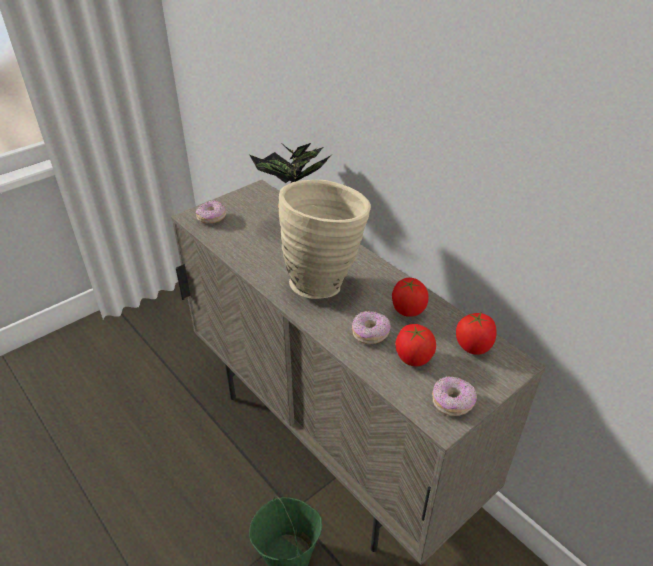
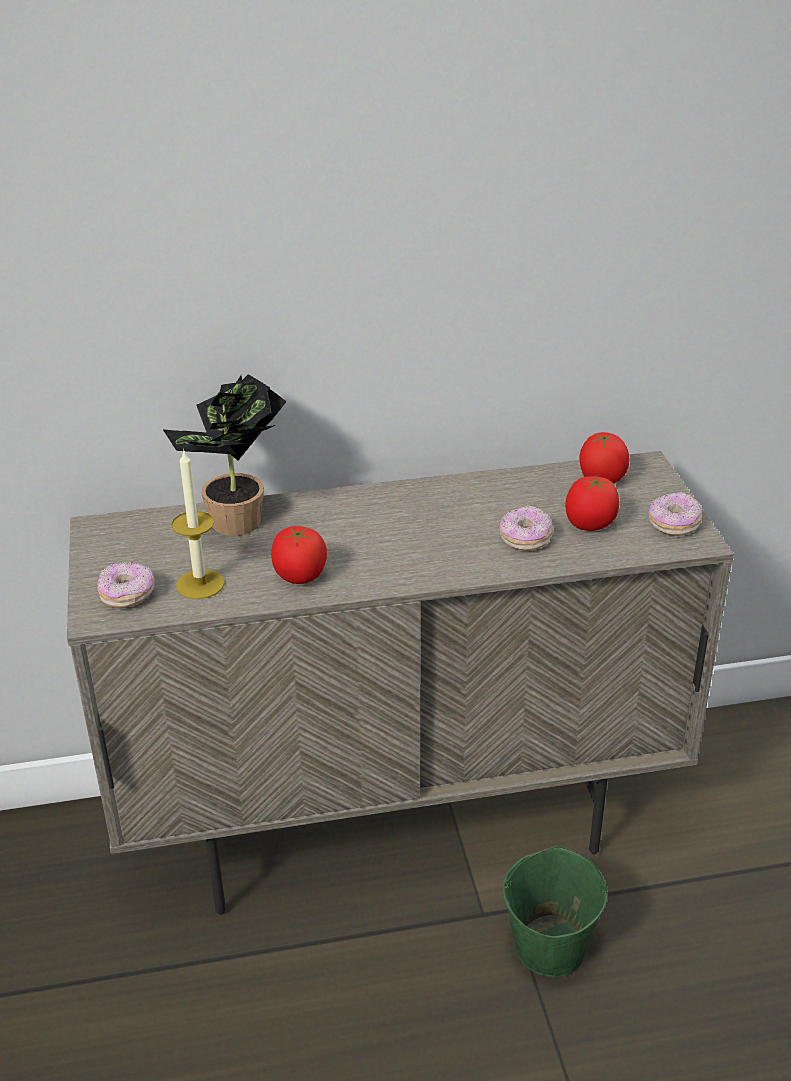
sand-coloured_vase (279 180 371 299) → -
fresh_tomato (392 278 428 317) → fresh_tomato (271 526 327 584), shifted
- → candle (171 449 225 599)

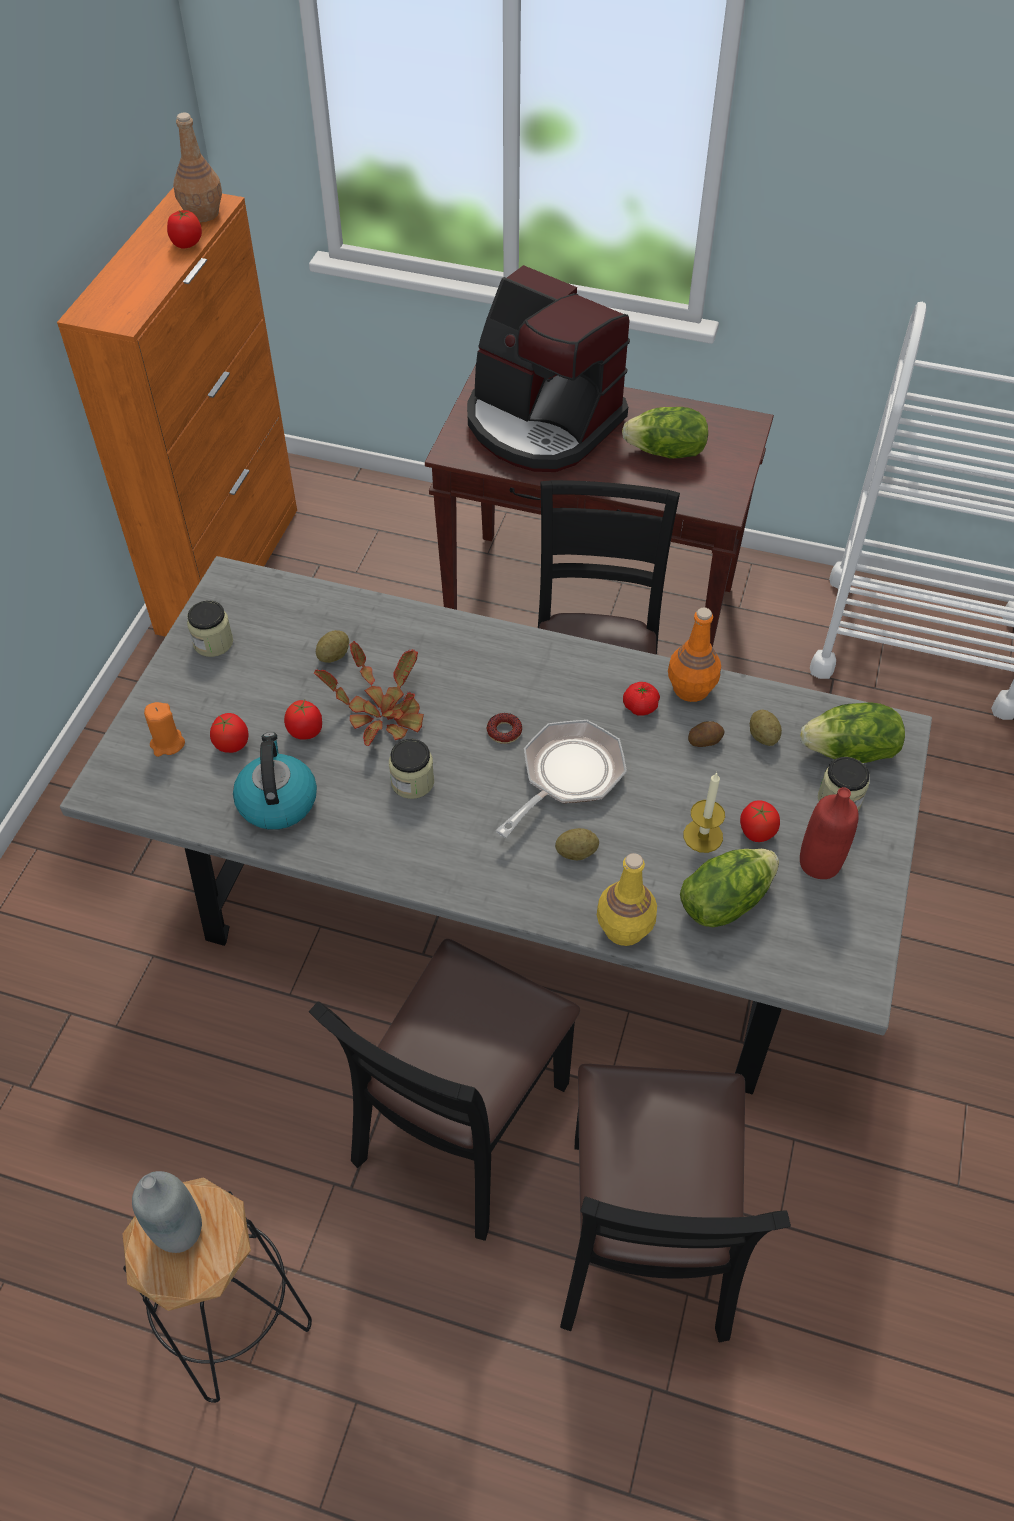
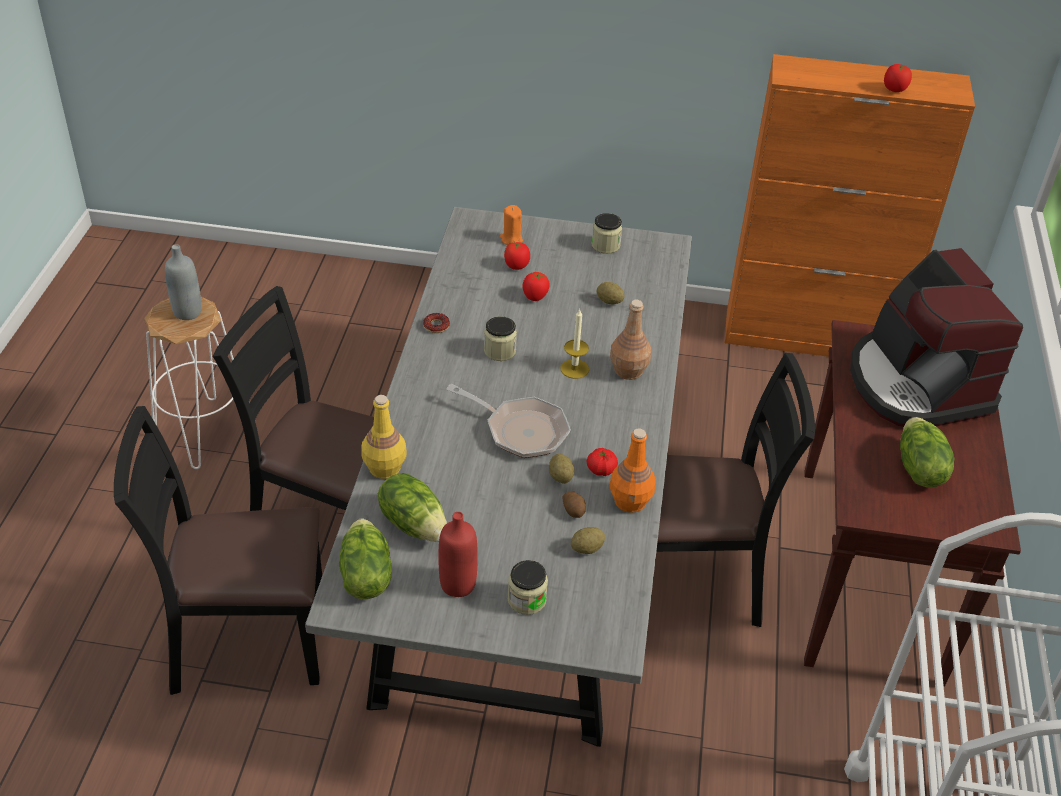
brownish_beverage_bottle (173 113 222 222) → brownish_beverage_bottle (610 300 651 380), shifted
coffee_maker (467 265 630 472) → coffee_maker (850 248 1023 427), 45 degrees counterclockwise
houseplant (314 641 424 746) → -
lettuce_head (800 702 905 763) → lettuce_head (339 518 392 599), shifted
doughnut (487 713 522 744) → doughnut (423 313 450 333), shifted
kettle (233 732 317 830) → -
candle (683 772 725 853) → candle (560 309 589 379), shifted
fresh_tomato (740 800 780 842) → -
spud (555 828 599 861) → spud (549 454 575 484), shifted
blackish_stool (122 1177 312 1403) → white_stool (144 297 234 469)

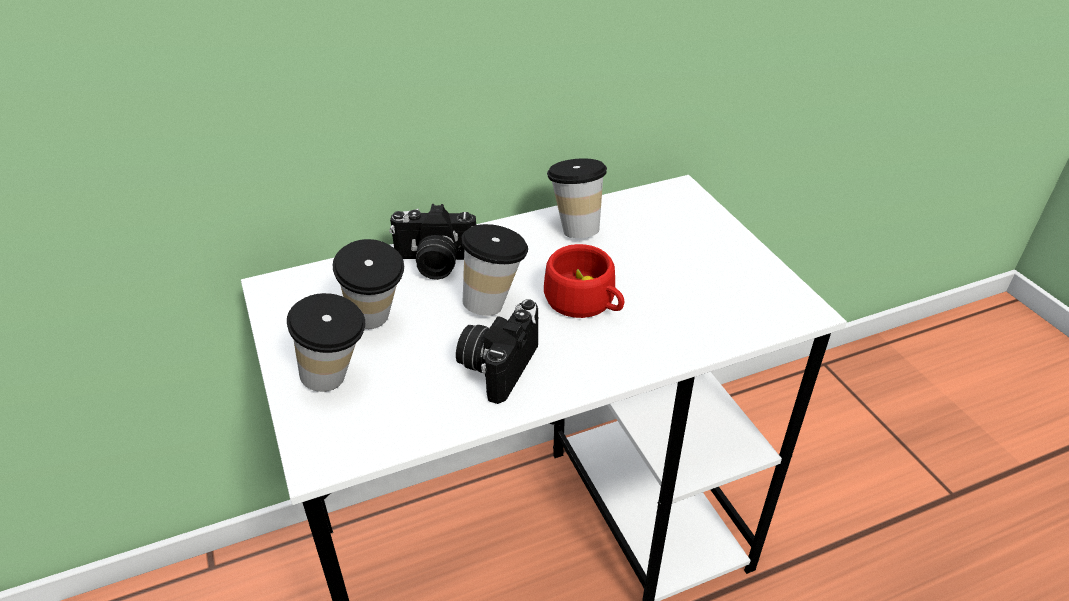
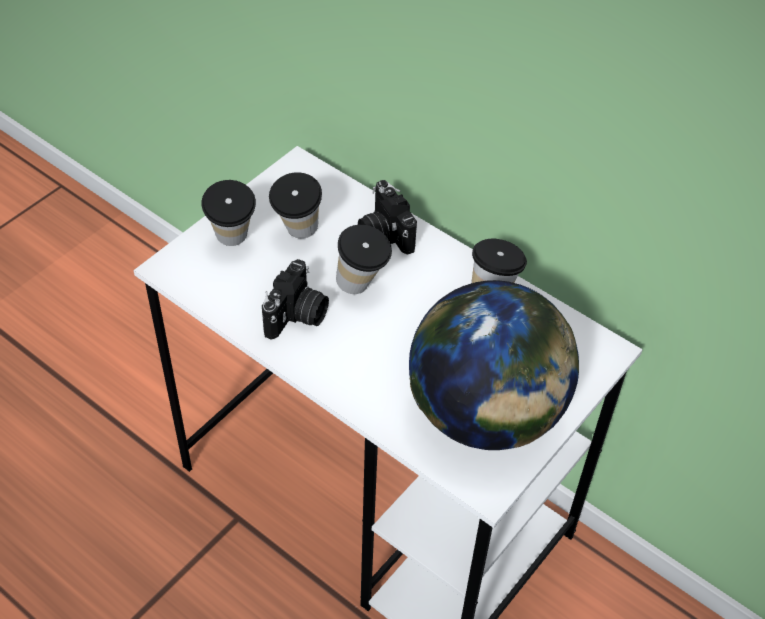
reddish_drinking_cup (544 244 624 318) → -
still_camera (456 299 538 404) → still_camera (262 259 329 340), 120 degrees clockwise
- → globe (409 280 579 450)

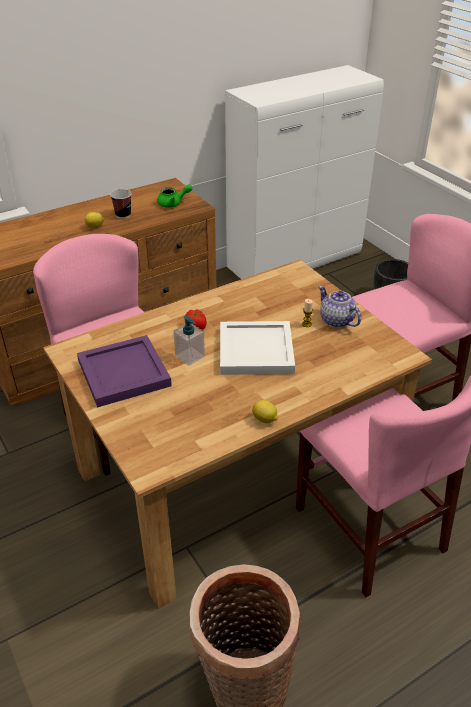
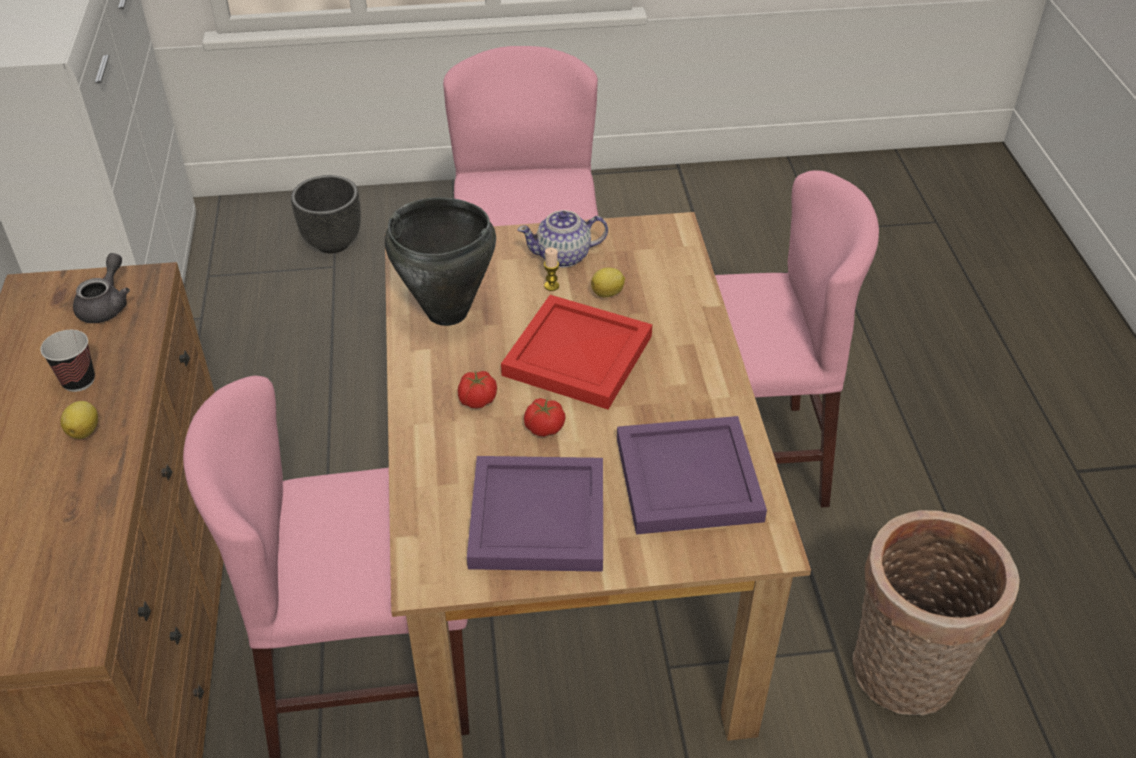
greenish_teapot (157 184 193 208) → greyish_teapot (73 253 130 323)
soap_dispenser (174 316 205 366) → fresh_tomato (524 398 566 437)
white_tray (220 321 295 375) → reddish_tray (501 295 652 409)
whole_lemon (252 400 277 423) → whole_lemon (591 268 625 297), shifted
- → blackish_stockpot (385 197 496 326)
- → purple_tray (617 416 767 535)

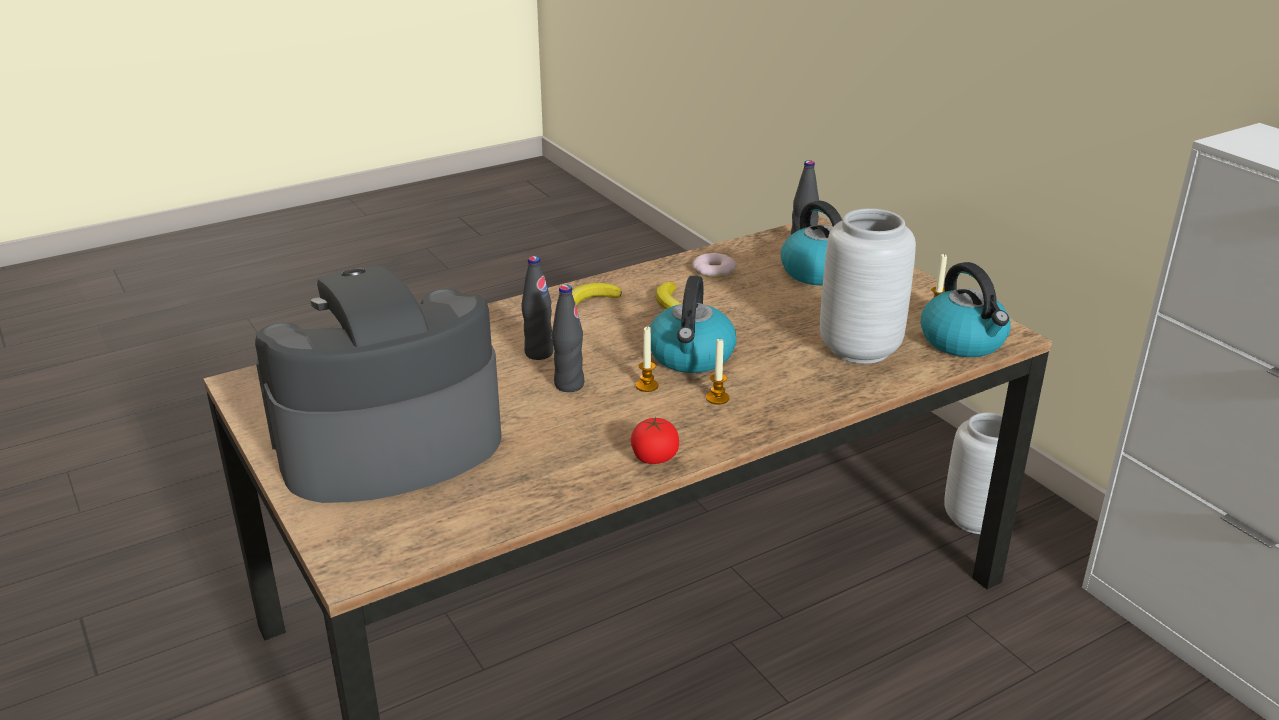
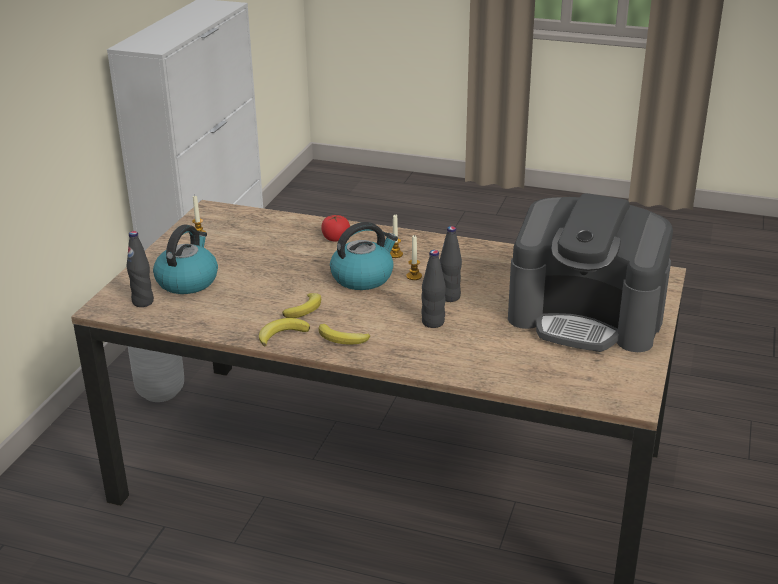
greyish_vase (820 208 916 364) → -
doughnut (692 253 737 278) → -
kettle (921 262 1010 357) → -
fresh_tomato (631 416 679 464) → fresh_tomato (321 215 350 242), shifted
- → banana (259 318 310 346)

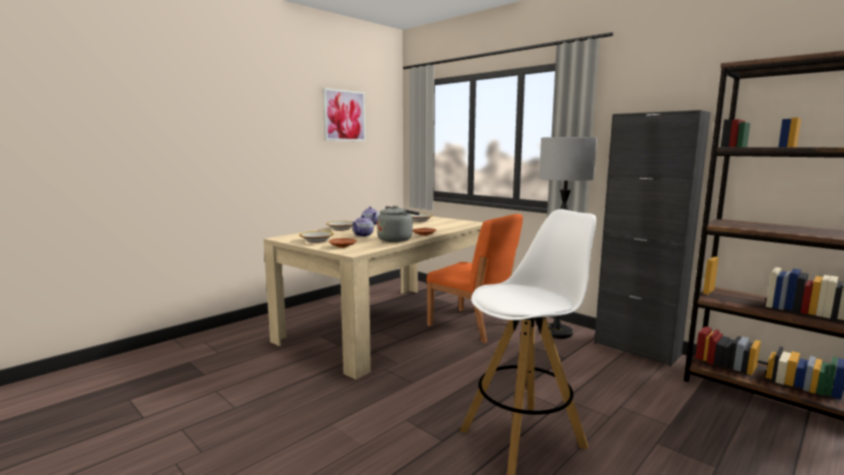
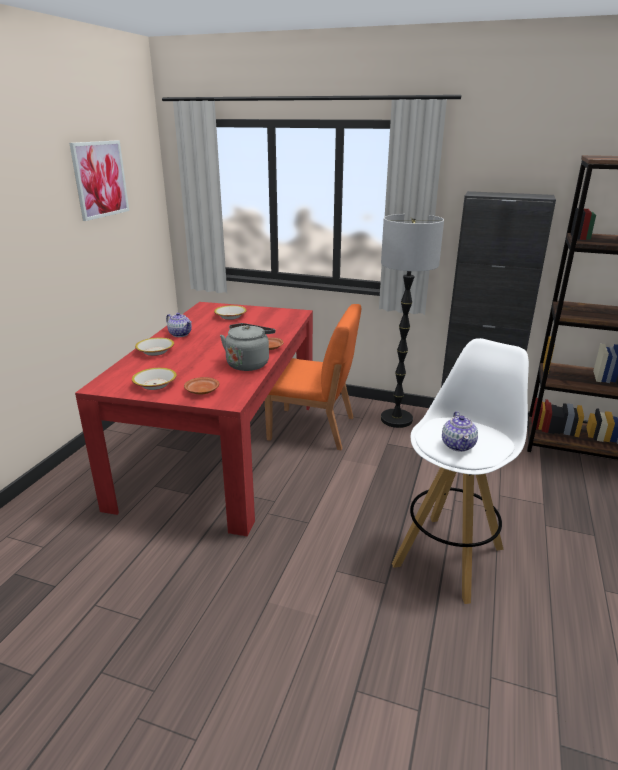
teapot (352 215 374 237) → teapot (442 411 478 452), shifted
sand-coloured_dinner_table (263 216 483 379) → reddish_dinner_table (75 302 313 537)

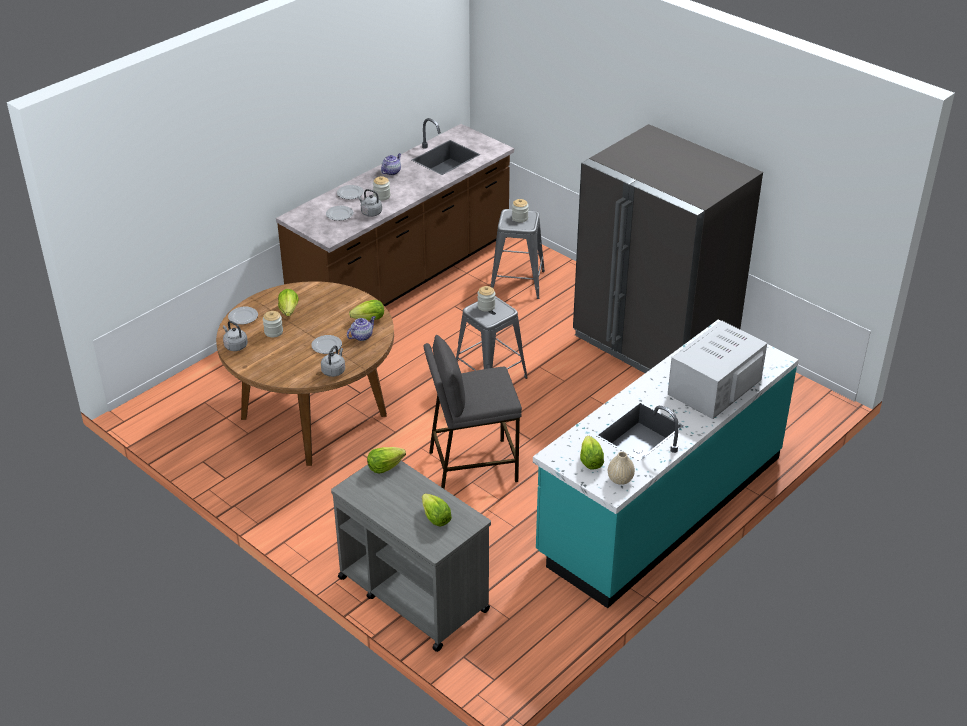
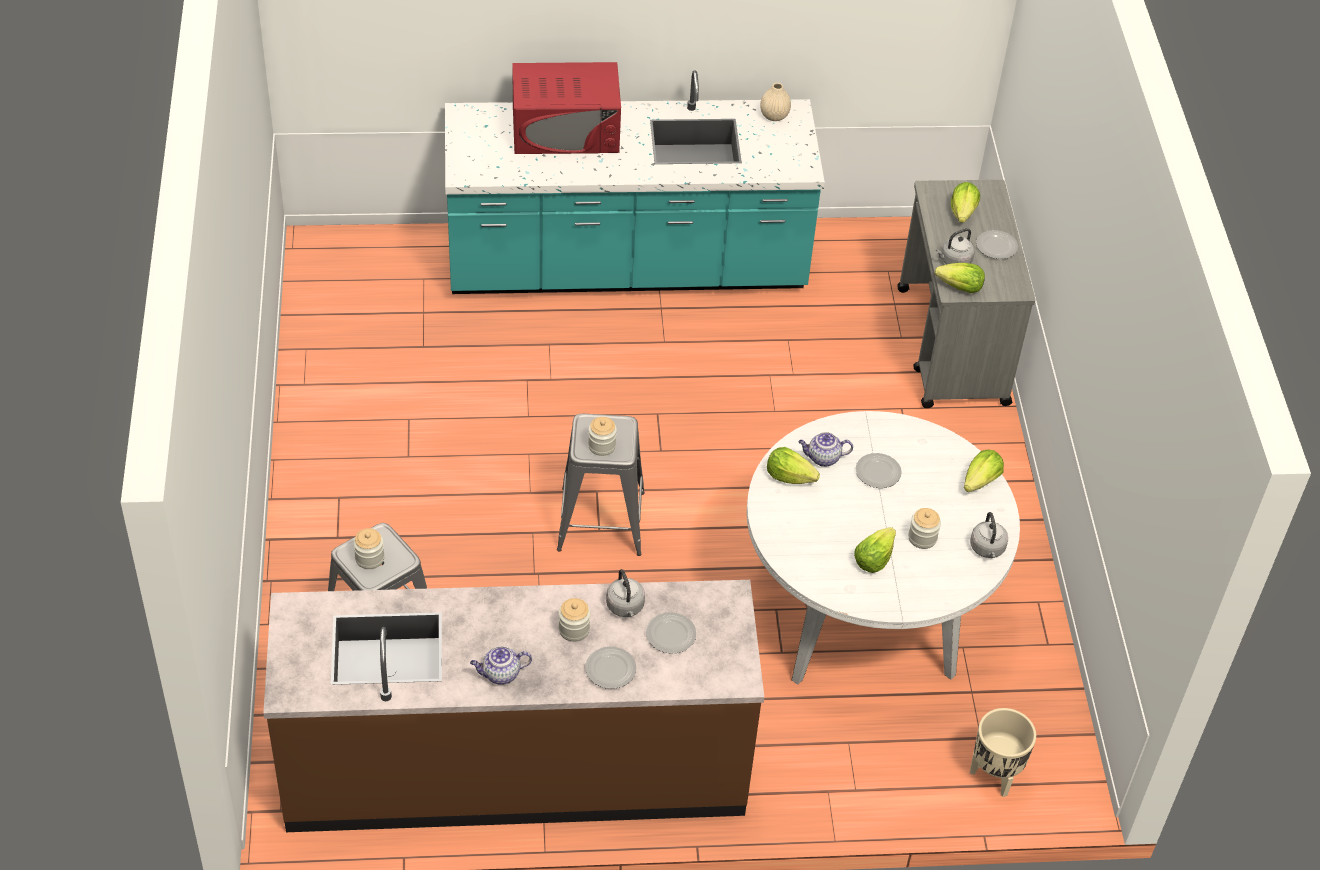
greyish_fridge (573 124 763 373) → -
brownish_dinner_table (216 281 394 466) → white_dinner_table (746 411 1020 685)
flat_dish (228 307 258 325) → flat_dish (976 230 1018 259), shifted
white_kitchen_microwave (668 321 767 419) → reddish_kitchen_microwave (512 62 621 154)
greyish_stool (423 335 522 489) → -
greyish_kettle (321 345 345 377) → greyish_kettle (936 228 975 264), shifted
lettuce_head (580 436 604 470) → lettuce_head (964 450 1004 492), shifted
- → sand-coloured_planter (970 708 1036 797)

